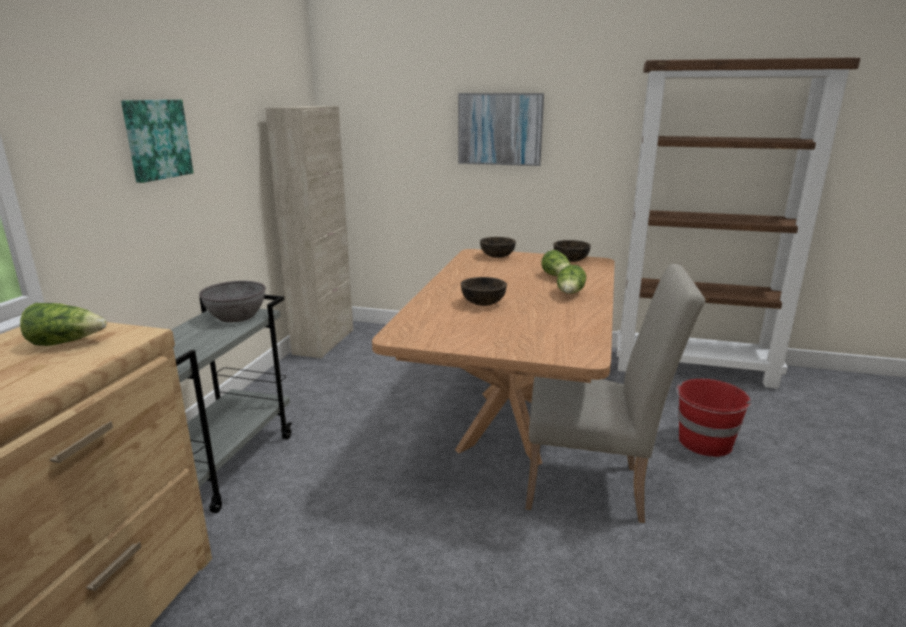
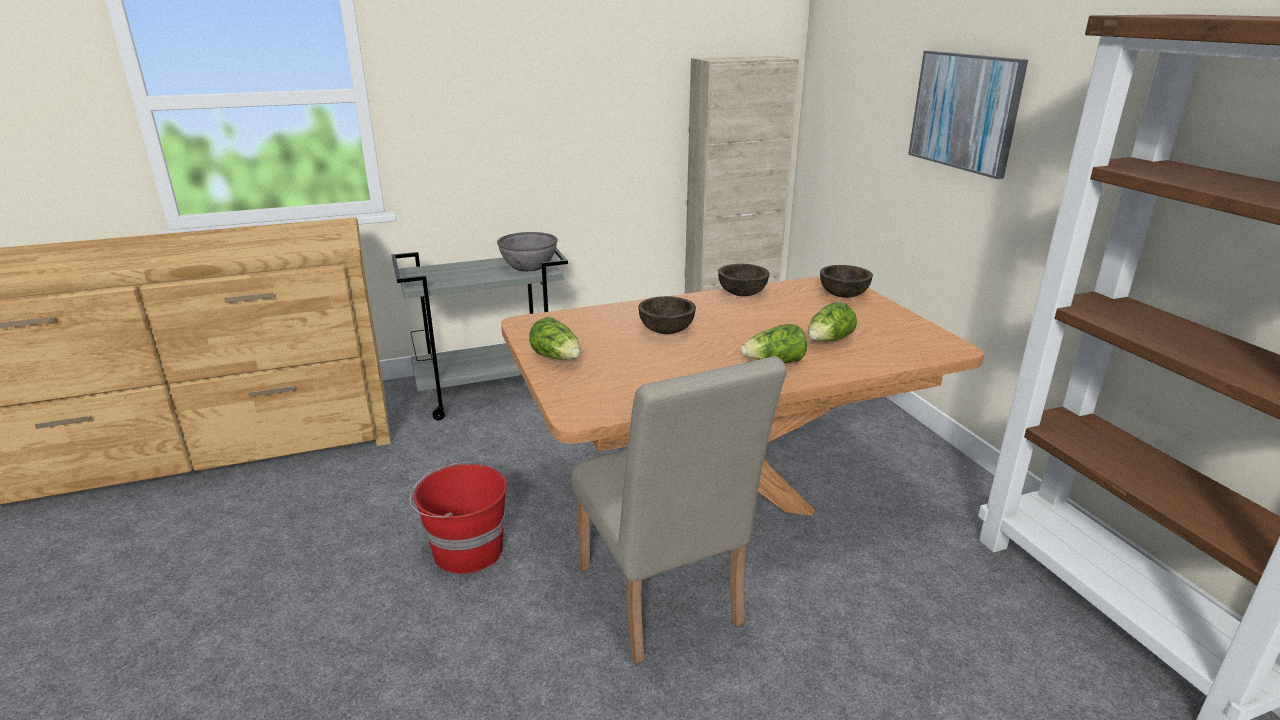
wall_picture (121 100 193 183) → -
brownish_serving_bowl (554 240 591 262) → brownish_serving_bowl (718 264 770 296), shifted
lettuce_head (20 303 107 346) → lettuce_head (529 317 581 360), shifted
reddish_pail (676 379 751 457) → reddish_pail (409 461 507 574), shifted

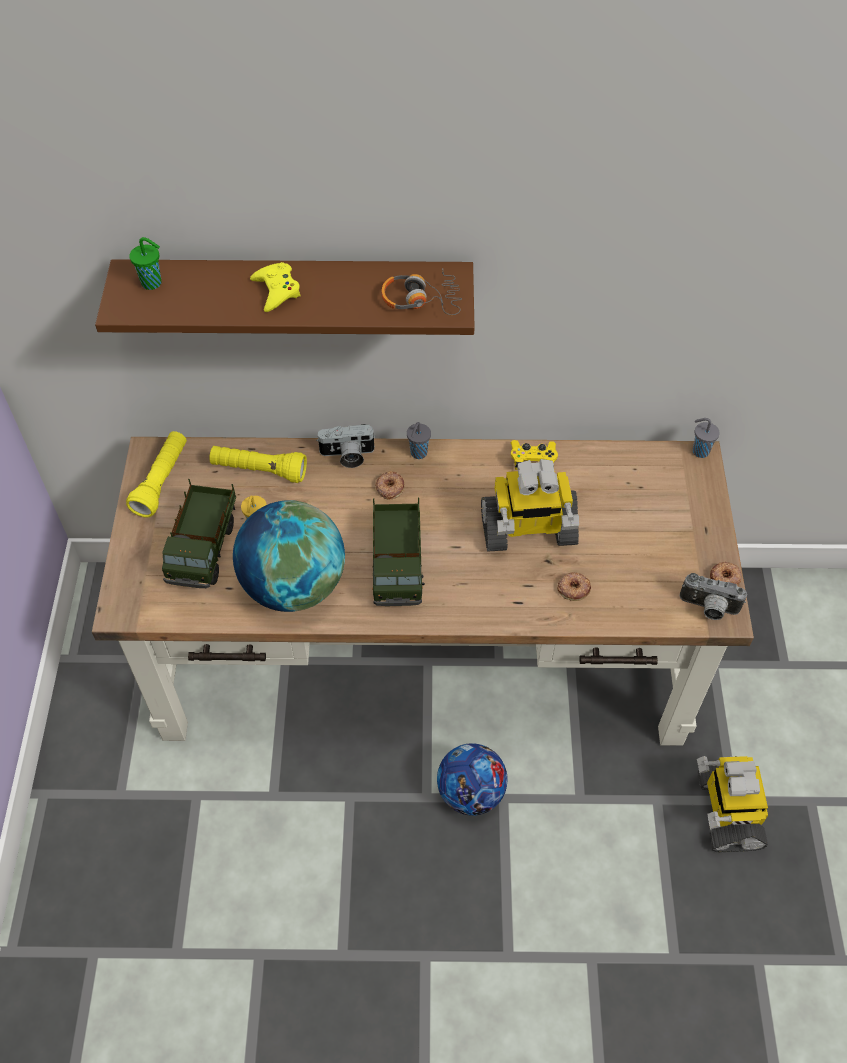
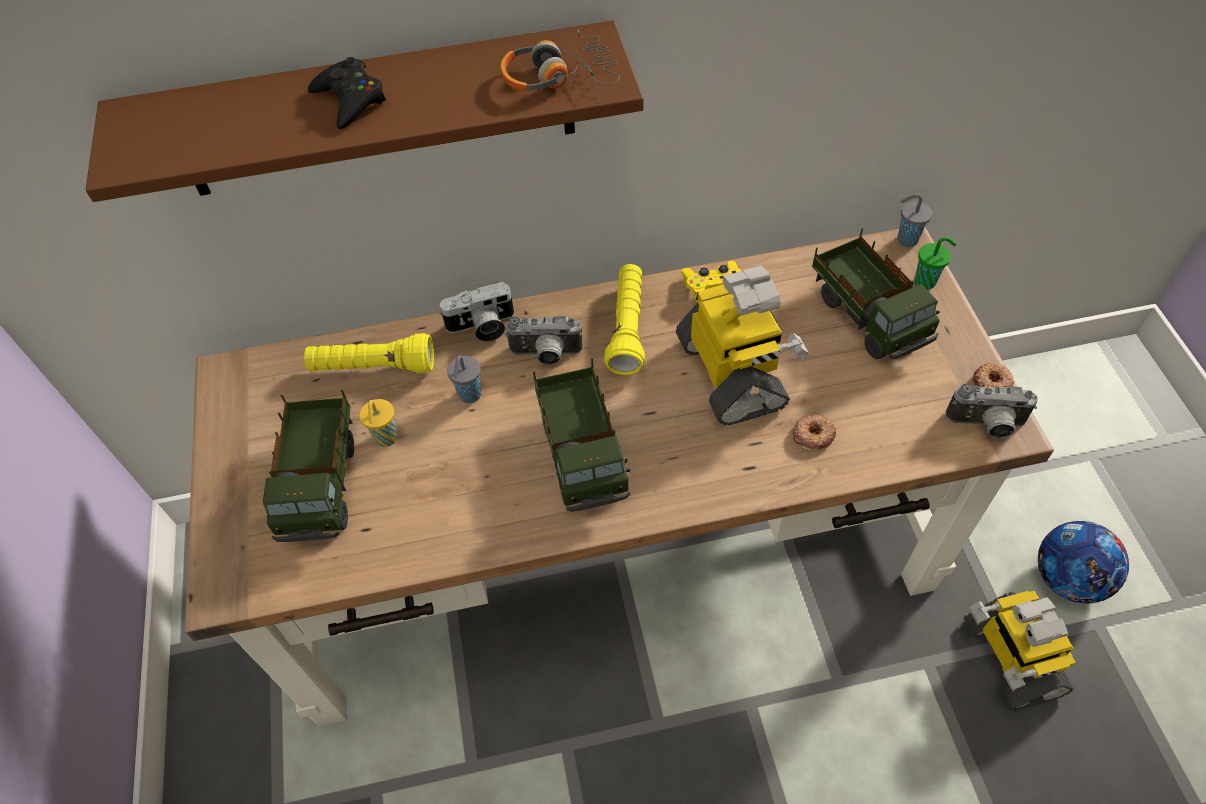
greenish_drinking_cup (129 237 161 290) → greenish_drinking_cup (914 237 957 290), shifted
yellow_joypad (250 262 301 312) → blackish_joypad (308 57 386 129)
greyish_drinking_cup (407 422 431 459) → greyish_drinking_cup (447 355 481 403), shifted
yellow_torch (126 431 187 518) → yellow_torch (604 264 645 375), shifted
model_robot (481 459 579 551) → model_robot (676 266 809 425), 90 degrees counterclockwise
doughnut (375 471 404 499) → still_camera (505 316 583 365)
globe (233 500 345 612) → -
football_ball (437 743 508 816) → football_ball (1038 521 1129 604), shifted
- → toy_lorry (812 228 940 359)

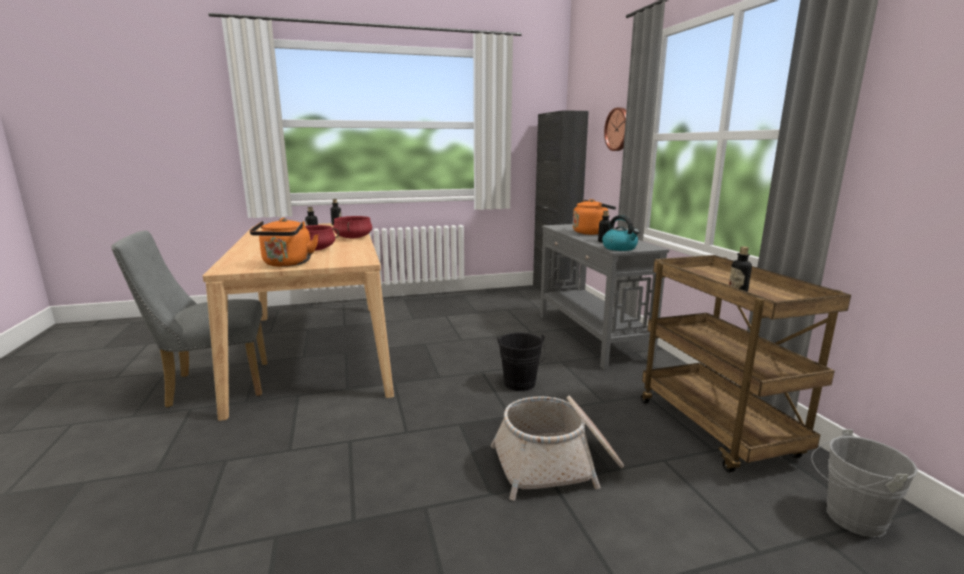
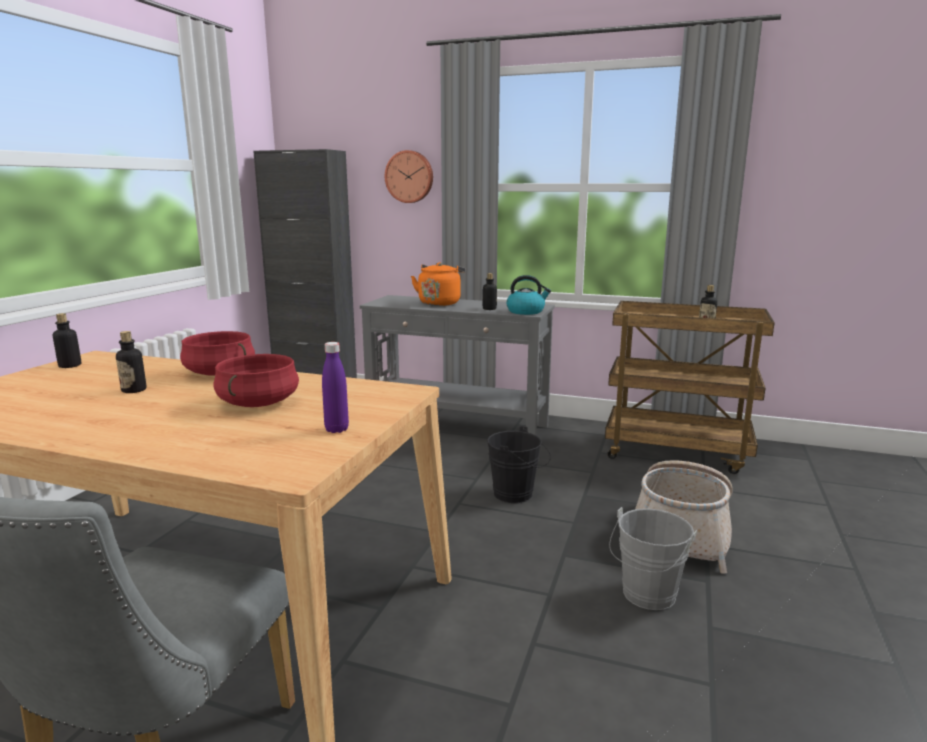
orange-coloured_kettle (250 218 318 267) → purple_beverage_bottle (322 342 349 433)
greyish_pail (811 429 918 537) → greyish_pail (609 507 697 610), shifted

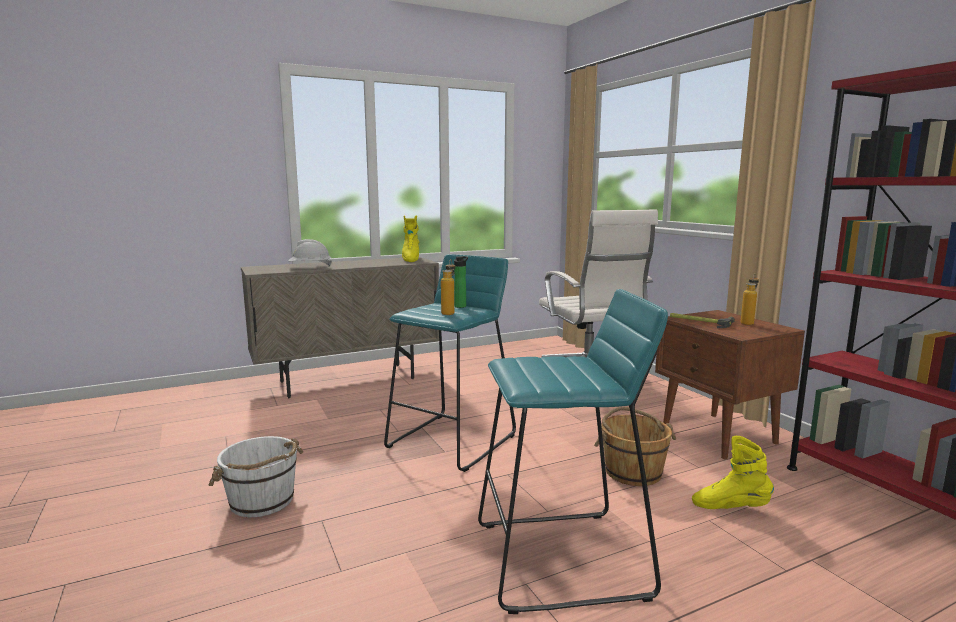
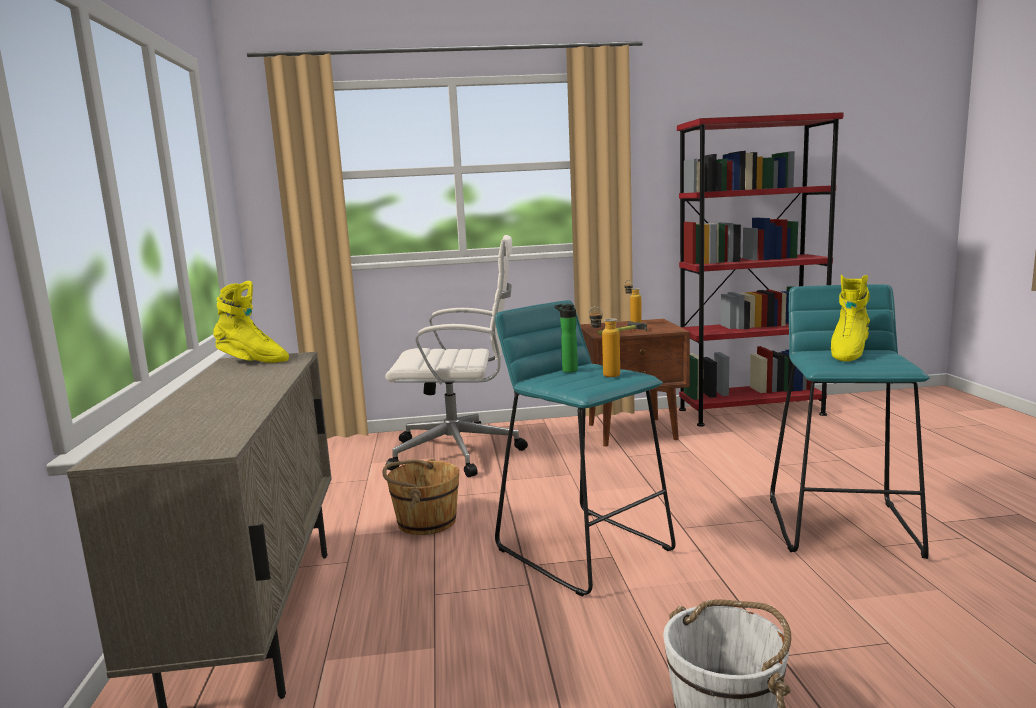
white_safety_helmet (288 239 332 267) → -
brownish_pail (594 407 676 486) → brownish_pail (382 459 459 535), shifted
yellow_tall_boot (692 436 774 509) → yellow_tall_boot (831 275 870 362), shifted

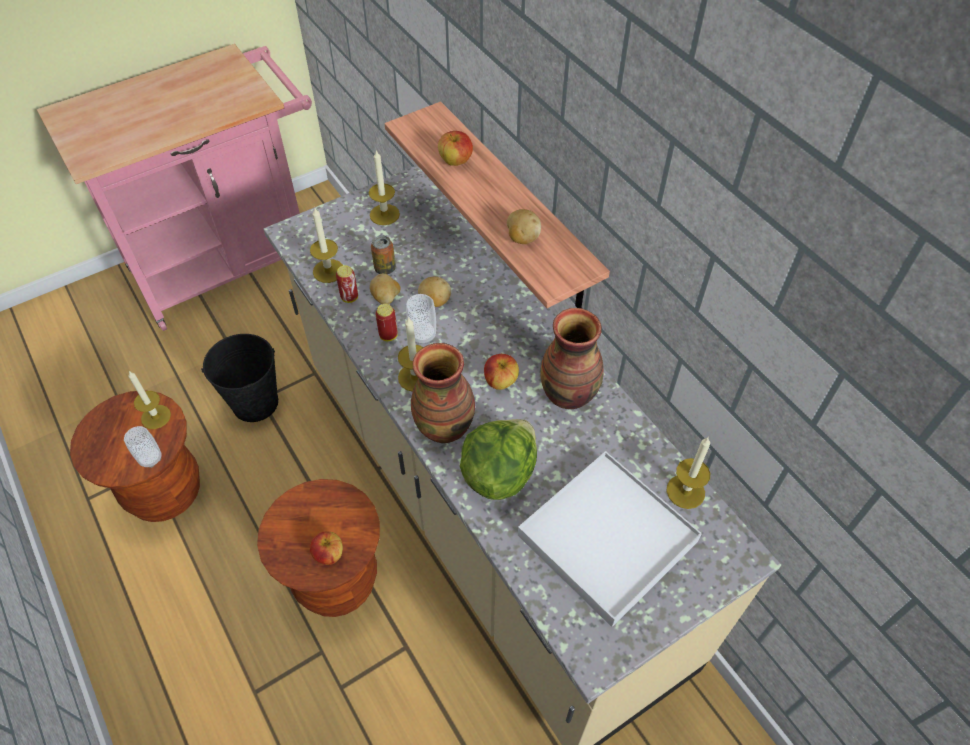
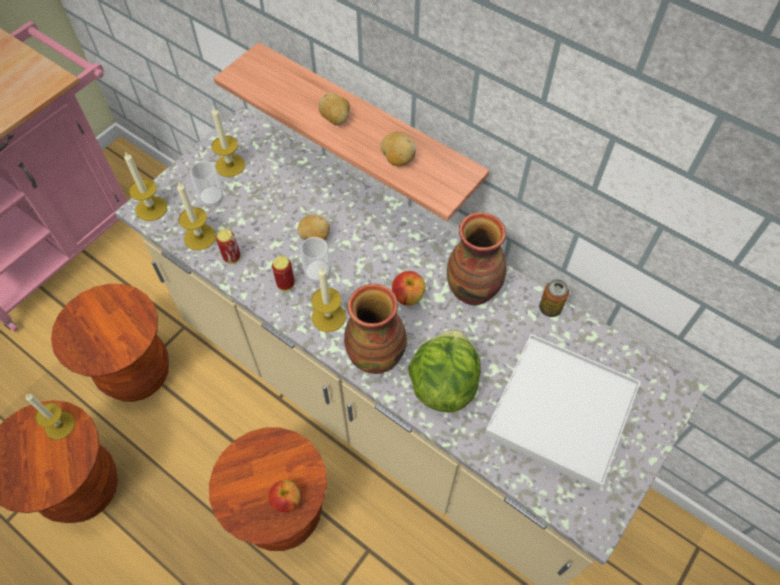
apple_fruit (438 131 473 166) → -
can (371 235 396 275) → can (539 279 569 317), shifted
spud (370 273 400 304) → spud (318 93 350 125), shifted
blackish_pail (201 334 278 422) → brownish_stool (51 284 169 402)
drinking_cup (124 426 162 468) → drinking_cup (190 161 224 207), shifted
candle (666 437 710 509) → candle (124 151 167 221), shifted

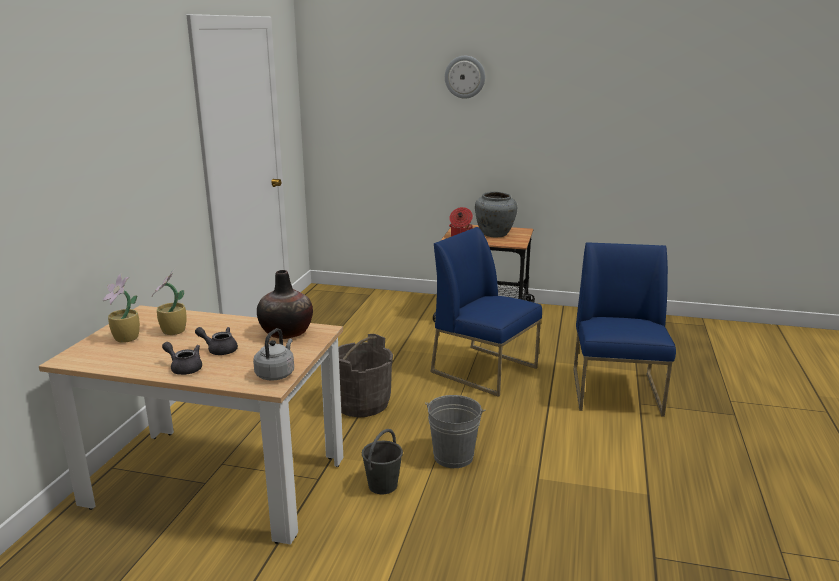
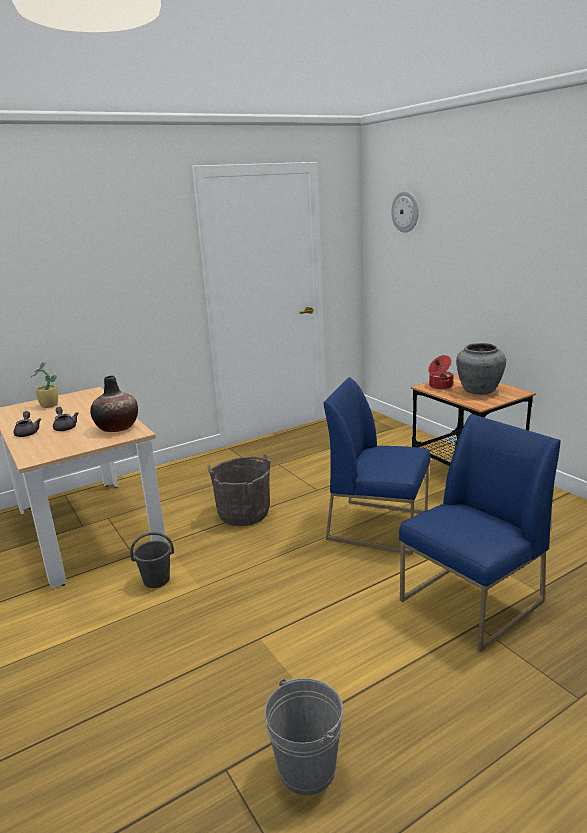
hanging_clock (445 56 485 99) → hanging_clock (391 191 419 233), shifted
blue-coloured_upright_chair (431 227 542 397) → blue-coloured_upright_chair (323 377 430 554), 60 degrees counterclockwise
houseplant (152 268 186 335) → -
greyish_kettle (253 328 294 381) → -
greyish_pail (425 395 486 468) → greyish_pail (265 678 343 795), shifted

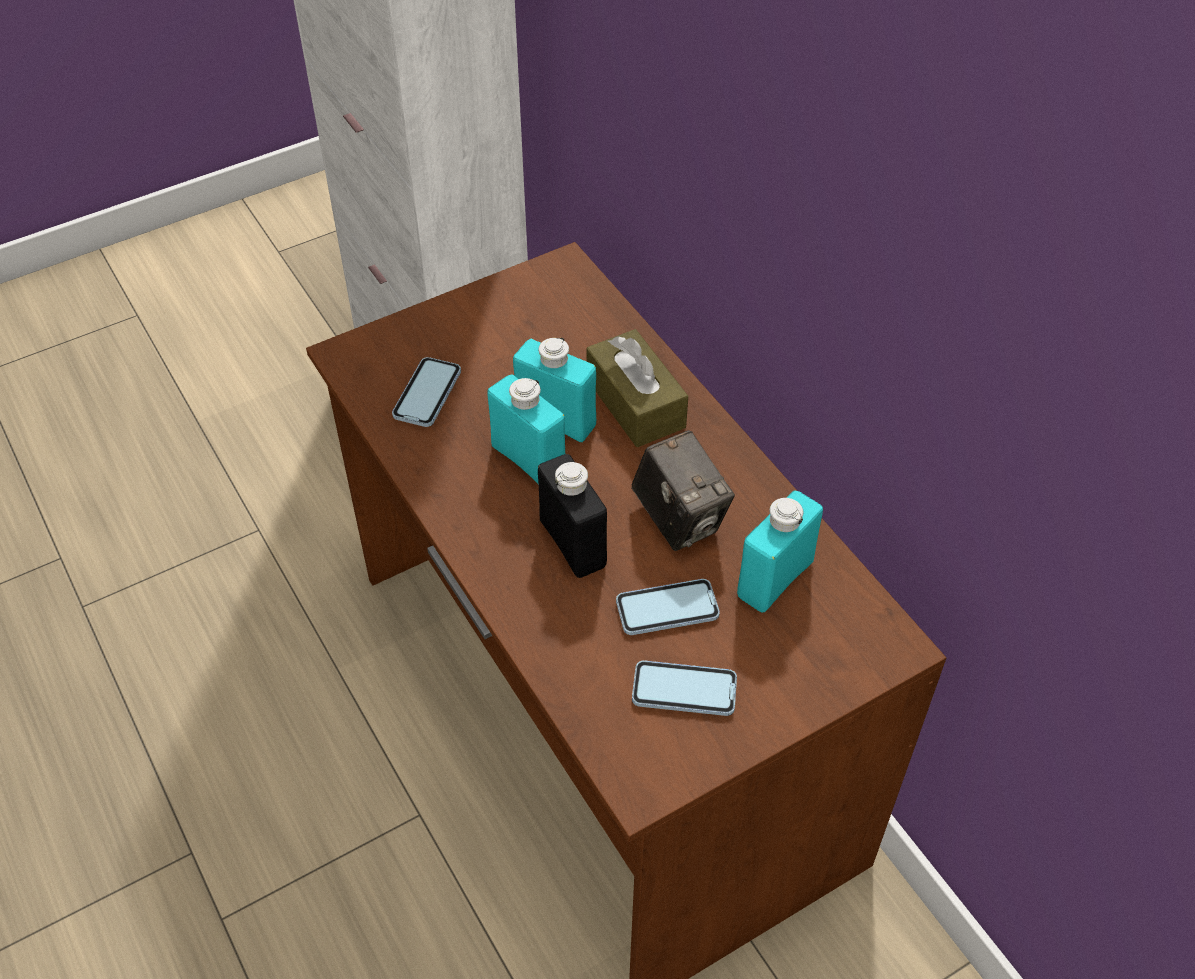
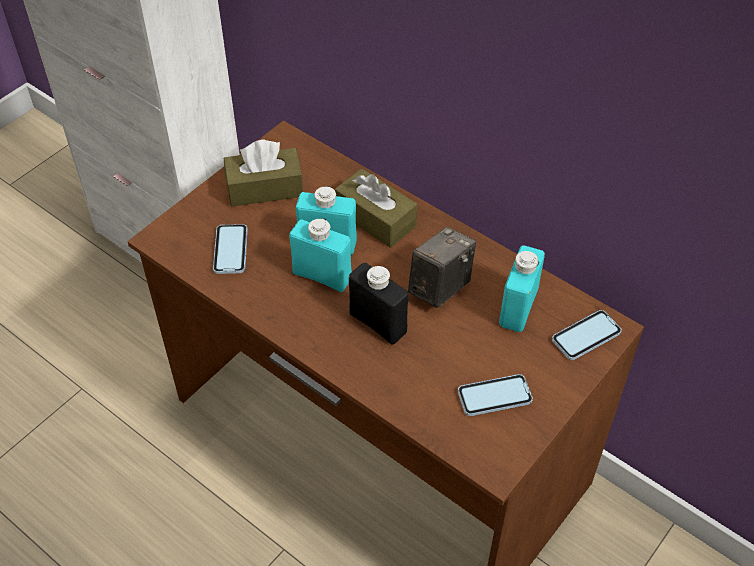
still_camera (631 430 735 551) → still_camera (408 227 476 308), 90 degrees counterclockwise
telephone (616 579 720 635) → telephone (552 310 622 360), shifted
- → brownish_tissue_holder (224 140 303 207)

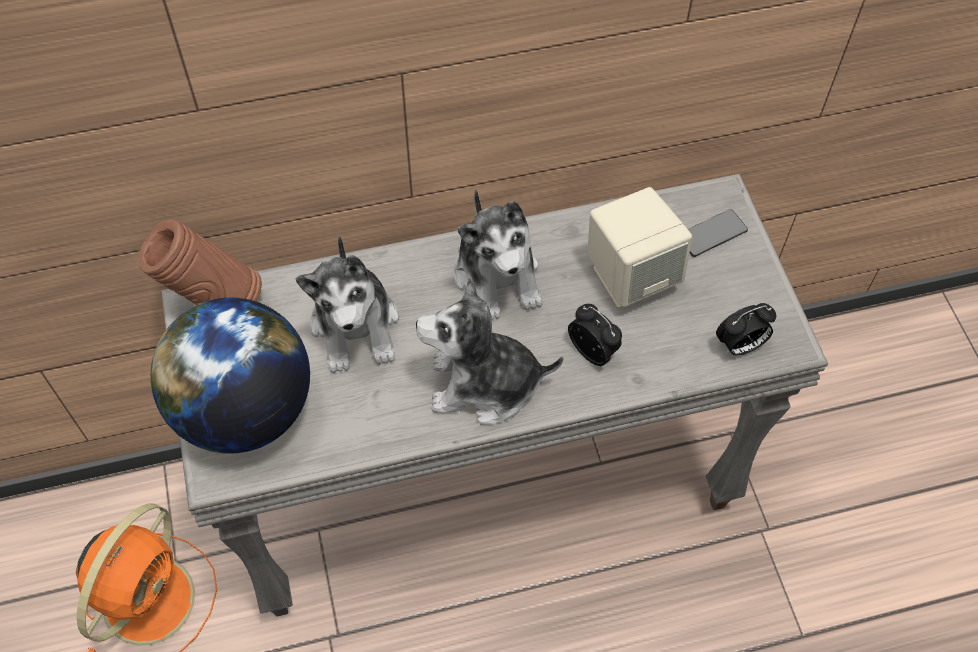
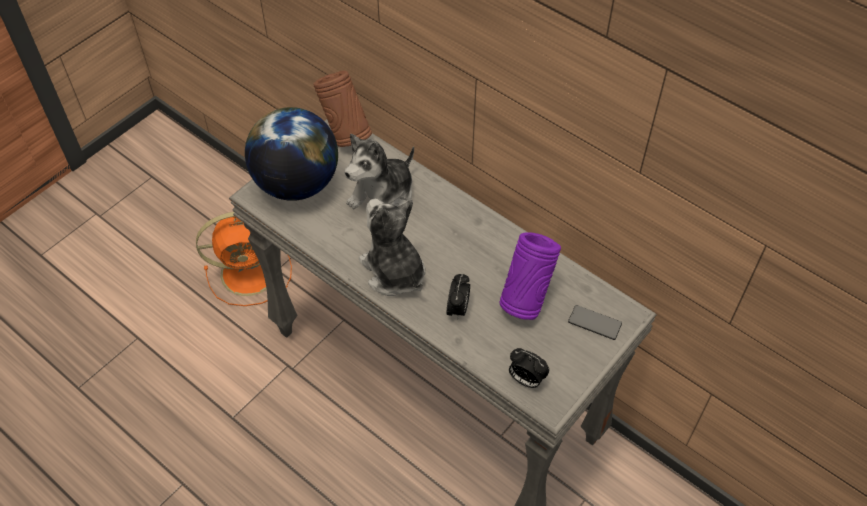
sand-coloured_speaker (587 187 692 308) → purple_vase (500 232 561 320)
soft_toy (454 189 542 321) → -

